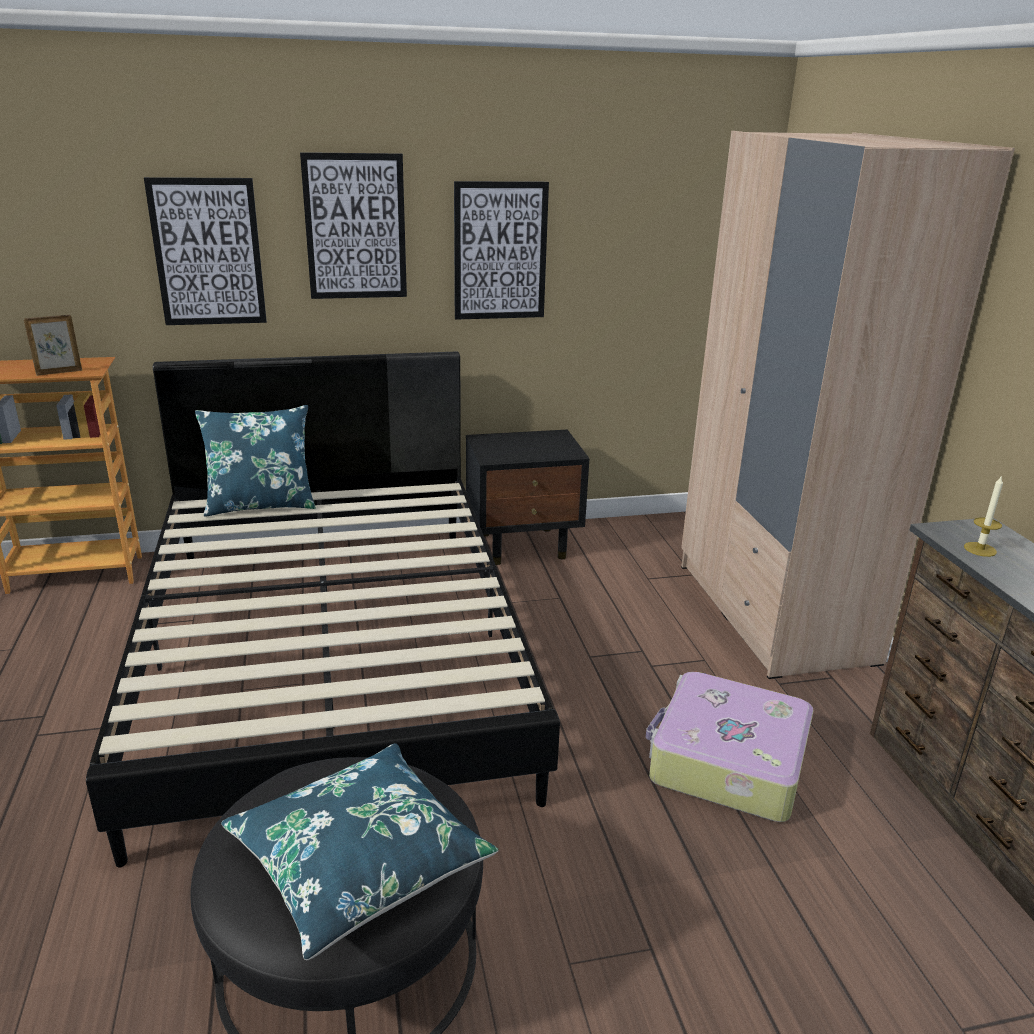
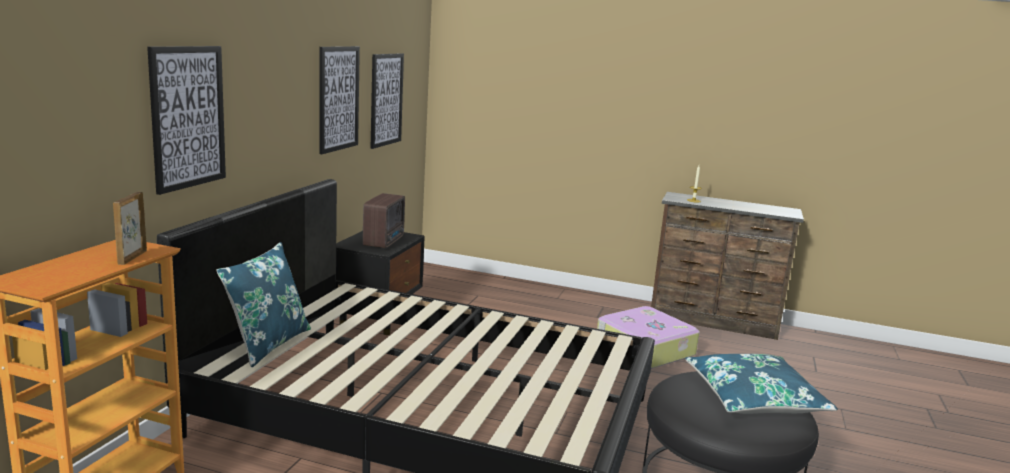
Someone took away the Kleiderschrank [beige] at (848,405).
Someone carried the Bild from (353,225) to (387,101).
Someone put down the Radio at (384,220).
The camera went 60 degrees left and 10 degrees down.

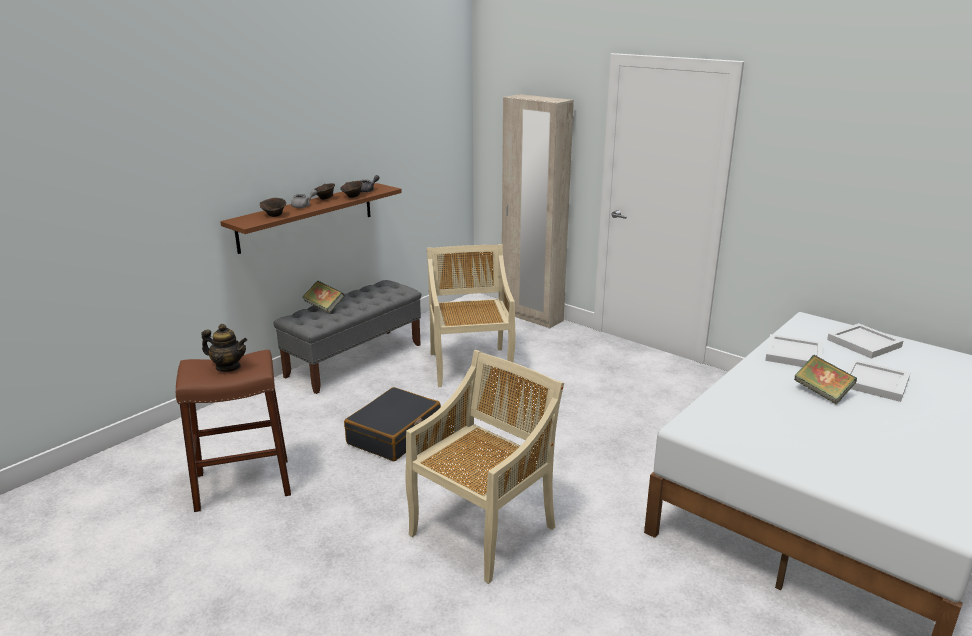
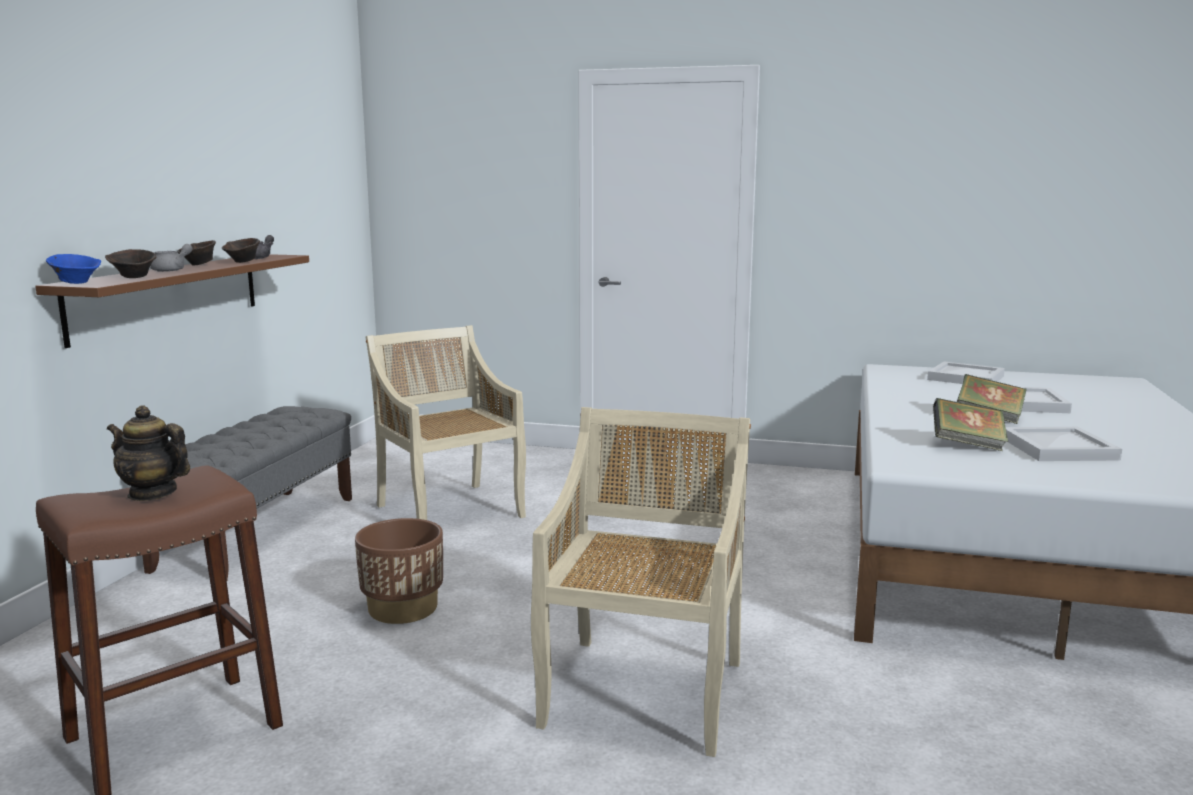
Someone took away the Kleiderschrank [beige] at (538,211).
Someone carried the Buch from (323,297) to (970,424).
Someone rotated the Teekanne at (224,348) by 150 degrees counterclockwise.
Someone carried the Tablett [weiß] from (794,350) to (1064,444).
Someone swapped the Koffer [schwarz] at (392,424) for the Pflanzkübel [braun] at (399,571).
Someone put down the Schüssel [blau] at (73,269).
The camera went 25 degrees left and 10 degrees down.

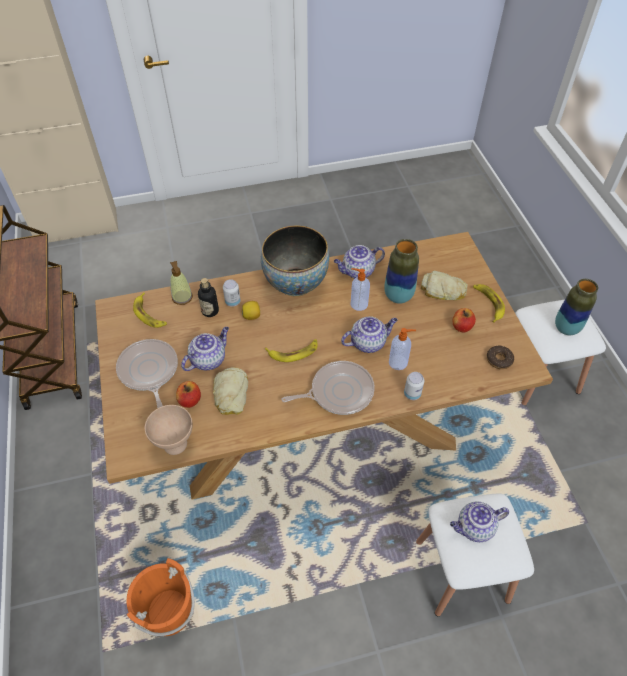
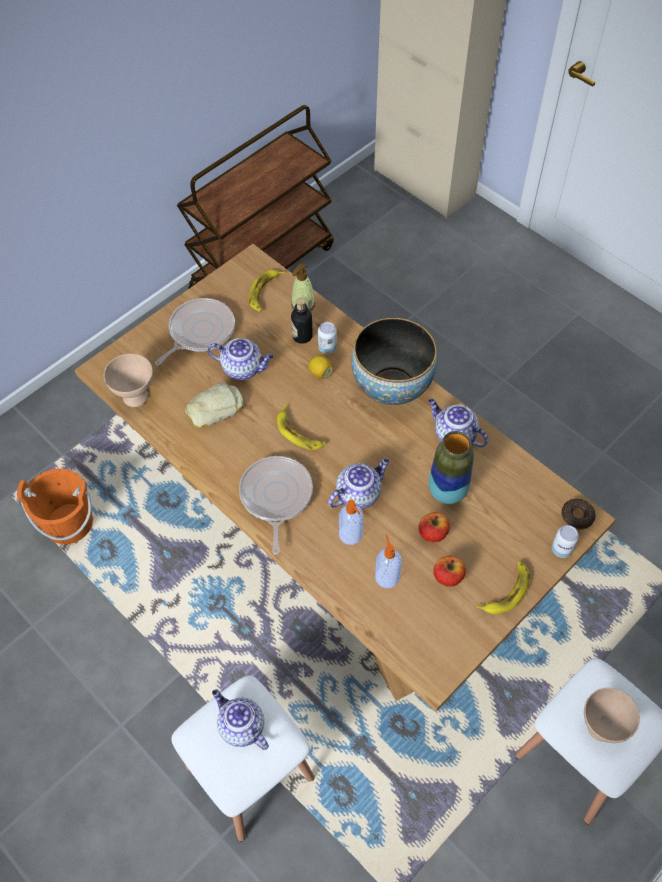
Someone carried the Seifenspender from (360,289) to (388,561).
Someone took away the Brot at (444,285).
Someone swapped the Vase at (576,307) for the Schüssel [beige] at (612,715).
Someone rotated the Teekanne at (369,334) by 75 degrees counterclockwise.
Someone carried the Donut from (500,357) to (578,514).
Someone rotated the Pfanne at (328,388) by 135 degrees counterclockwise.
Someone carried the Dose from (414,386) to (565,541).
Someone carried the Apfel from (188,394) to (434,527).
The camera went 60 degrees right and 5 degrees up.

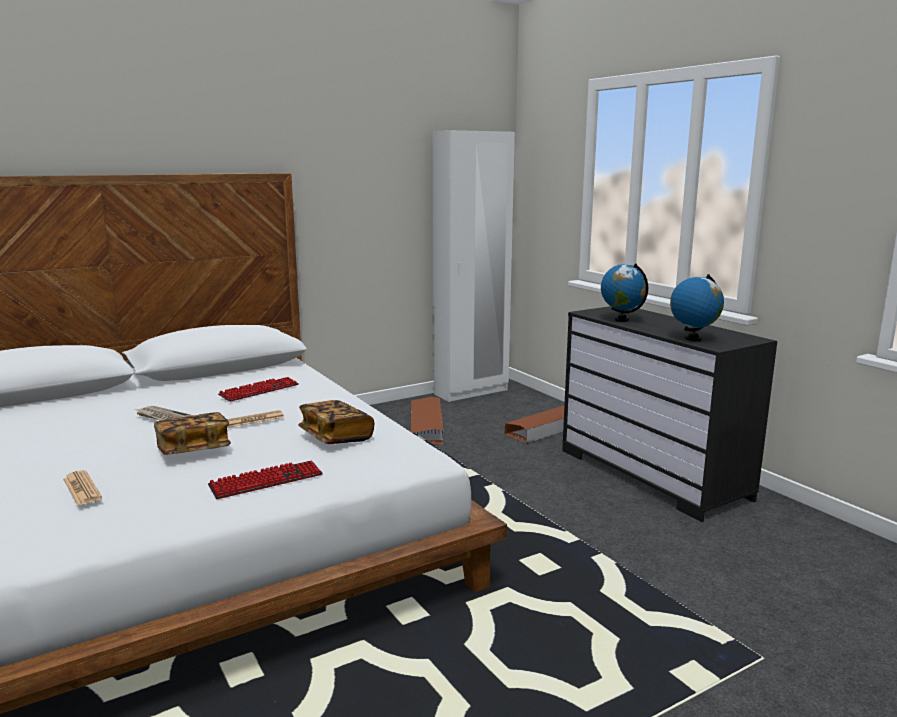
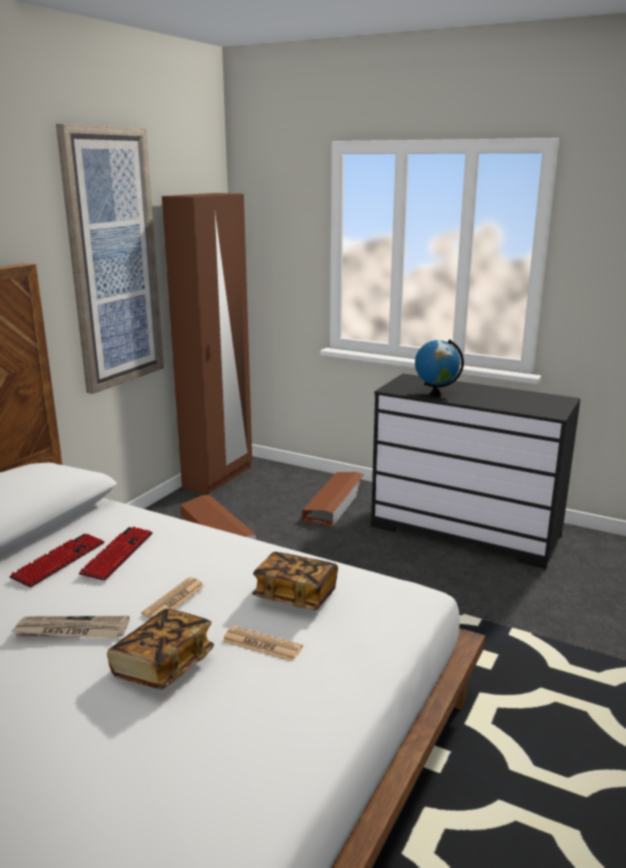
Someone repainted the Kleiderschrank [weiß] at (474,266), which became the Kleiderschrank [braun] at (207,344).
Someone took away the Globus at (697,307).
Someone carried the Tastatur from (265,480) to (56,560).
Someone carried the Zeitung from (82,488) to (262,644).
Someone put up the Bild at (110,259).
The camera went 30 degrees left and 5 degrees up.

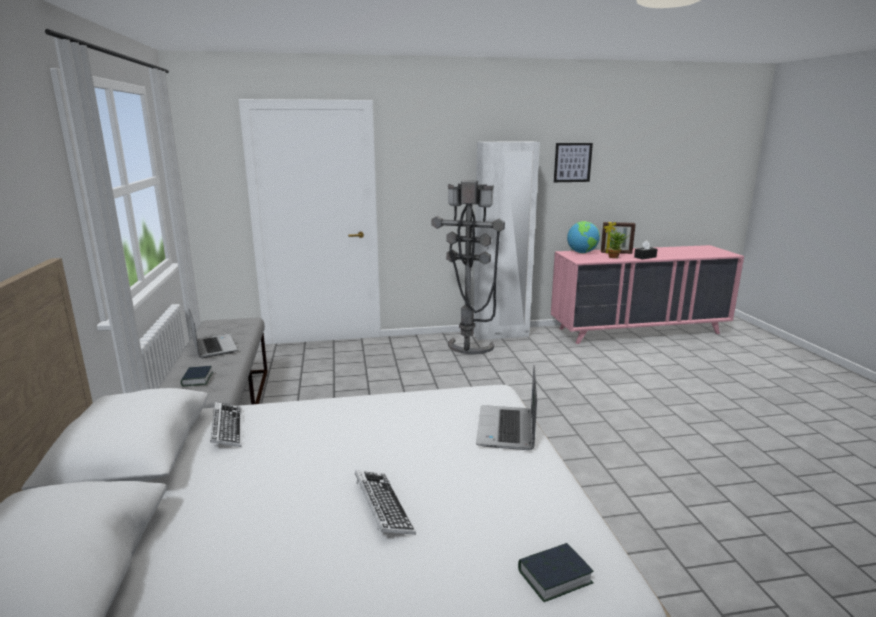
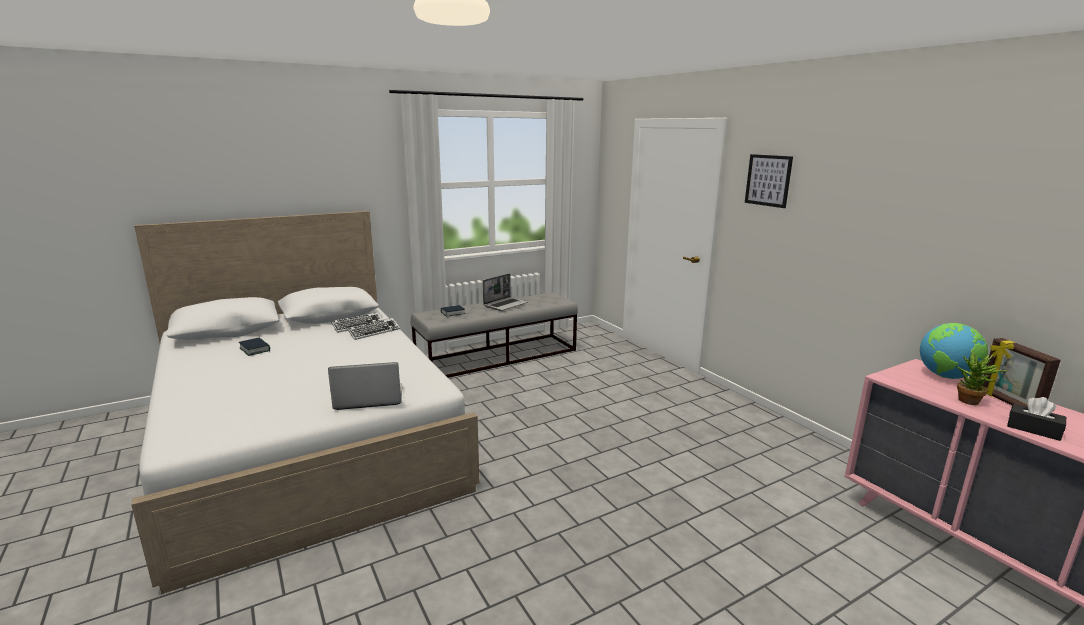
Someone took away the Kleiderschrank [weiß] at (506,240).
Someone carried the Bild from (573,162) to (769,181).
Someone took away the Stehlampe [grau] at (468,267).
Someone carried the Tastatur from (385,502) to (373,329).
Someone carried the Buch from (556,572) to (254,347).
The camera went 70 degrees right and 0 degrees up.

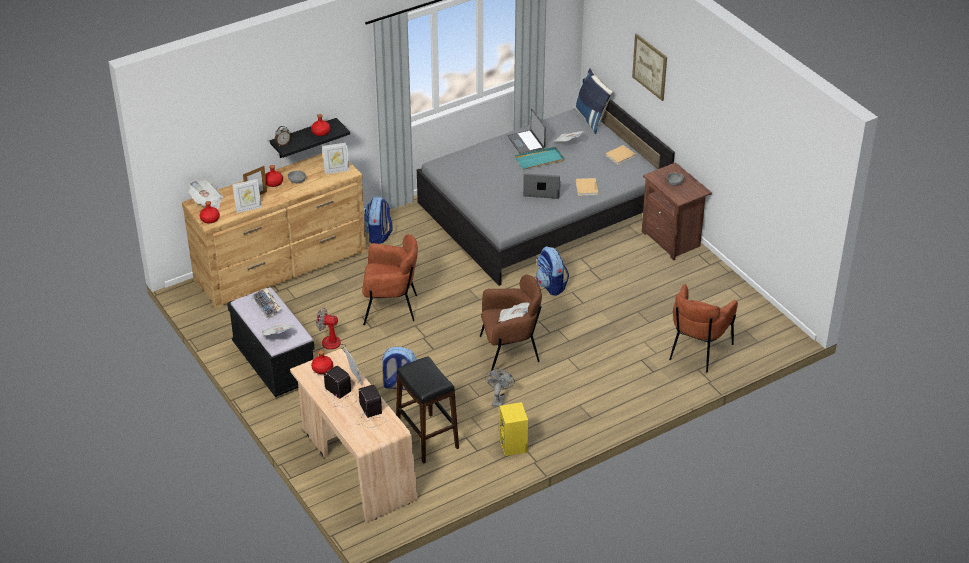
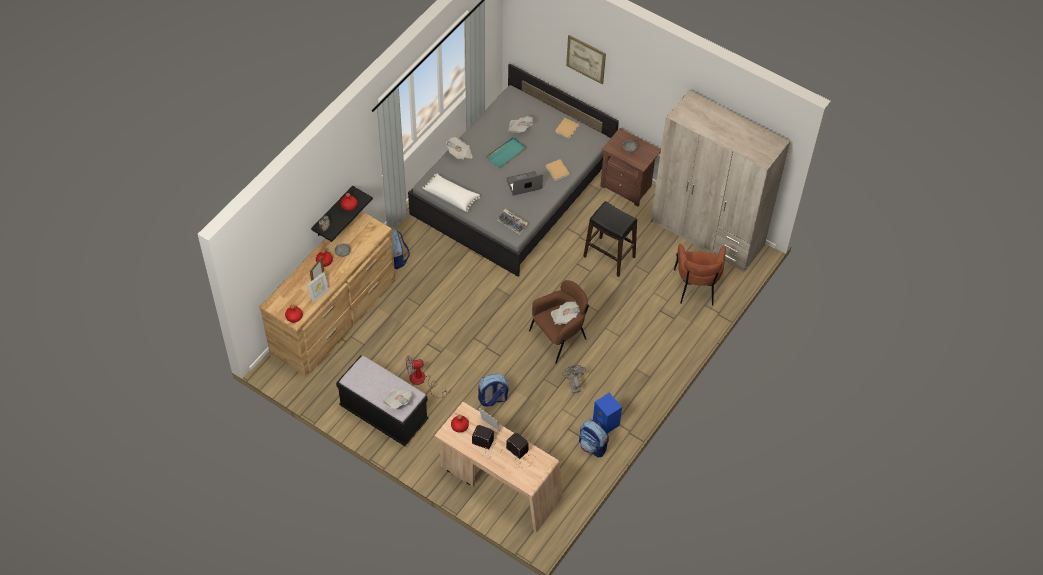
Someone took away the Kissen [blau] at (593,101).
Someone took away the Laptop at (526,131).
Someone took away the Bilderrahmen at (336,158).
Someone carried the Zeitung from (206,194) to (459,148).
Someone took away the Sessel [braun] at (390,279).
Someone carried the Rucksack from (552,271) to (594,438).
Someone carried the Tastatur from (267,303) to (512,221).
Someone carried the Hocker [schwarz] from (427,410) to (610,239).
Someone repainted the Lautsprecher [gelb] at (513,429), which became the Lautsprecher [blau] at (607,413).
Someone put down the Kleiderschrank [beige] at (720,181).
Someone put down the Kissen [weiß] at (451,193).
The camera went 25 degrees left and 15 degrees up.

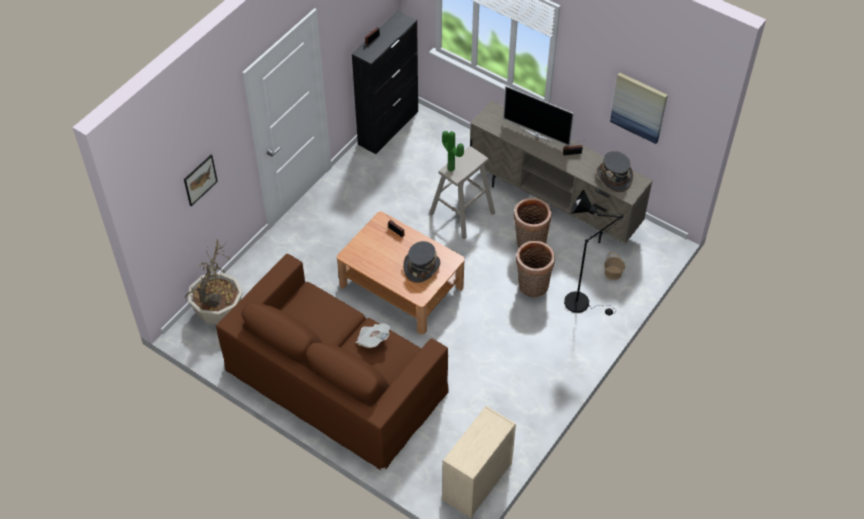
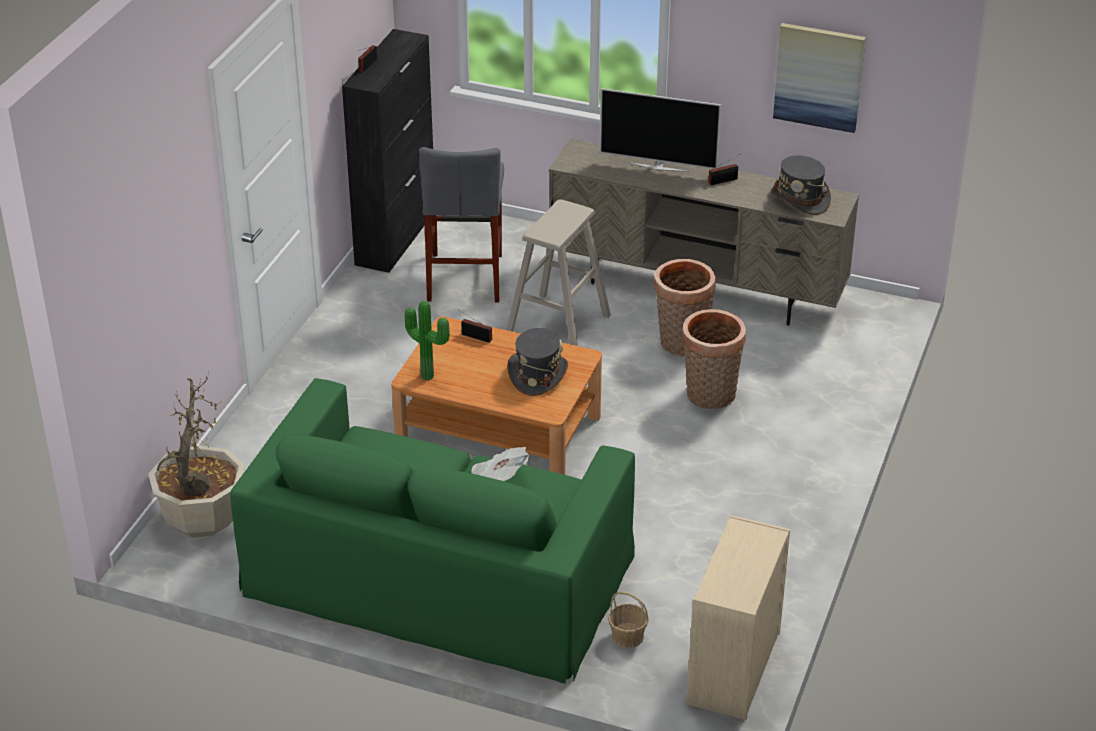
Someone carried the Topfpflanze from (453,151) to (427,341).
Someone took away the Bild at (201,180).
Someone took away the Stehlampe [schwarz] at (594,252).
Someone carried the Korb from (614,266) to (628,619).
Someone repainted the Sofa [braun] at (332,362), which became the Sofa [grün] at (432,531).
Someone put down the Hocker [grau] at (461,224).
The camera went 15 degrees left and 15 degrees down.

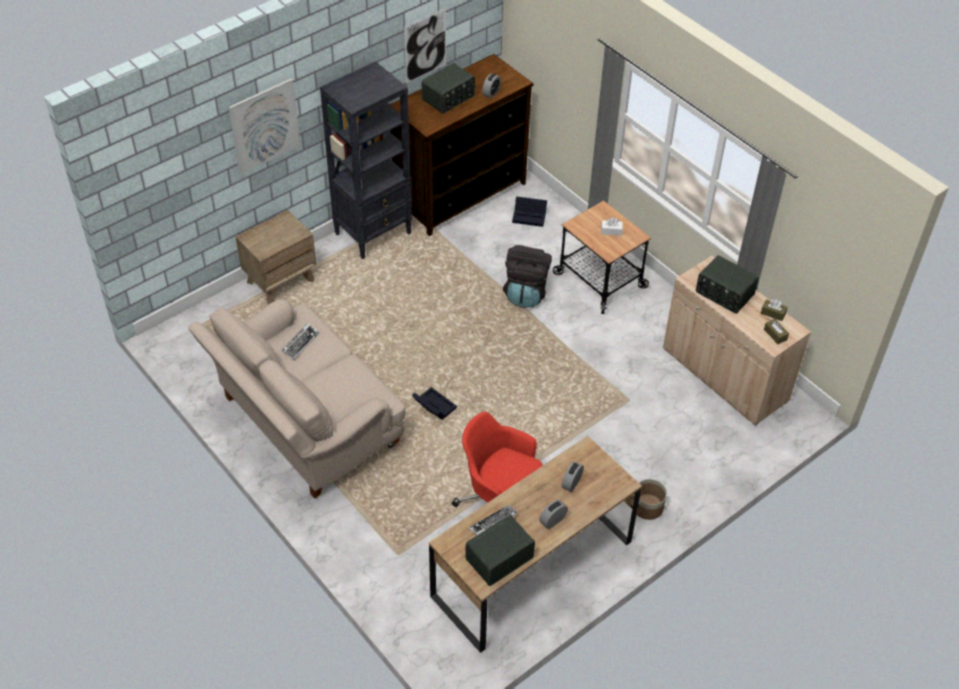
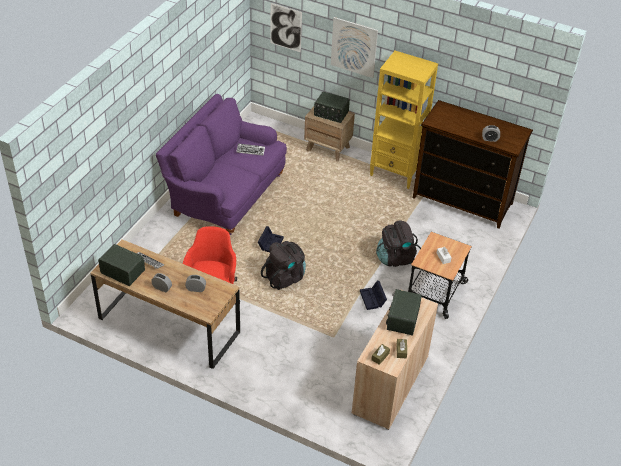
Someone carried the Bild from (425,46) to (286,27).
Someone repainted the Bücherregal [schwarz] at (366,160), which became the Bücherregal [gelb] at (404,120).
Someone carried the Radio from (448,88) to (332,107).
Someone carried the Aufbewahrungsbox [schwarz] from (529,211) to (373,295).
Someone repainted the Sofa [beige] at (297,399), which became the Sofa [lila] at (221,164).
Someone took away the Pflanzkübel at (652,499).
Someone put down the Rucksack [schwarz] at (283,265).
The camera went 65 degrees right and 5 degrees down.

